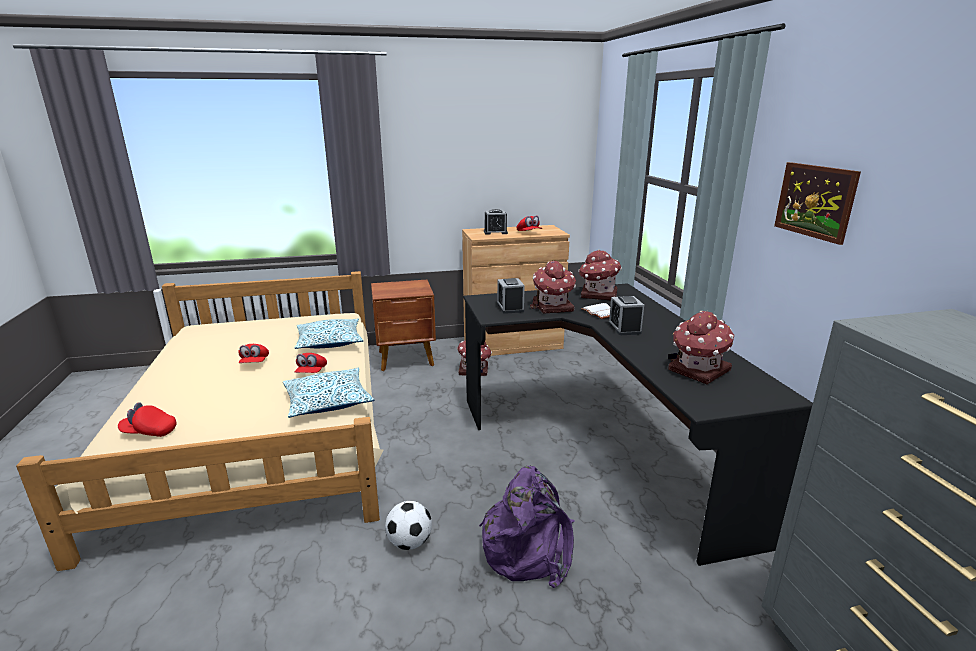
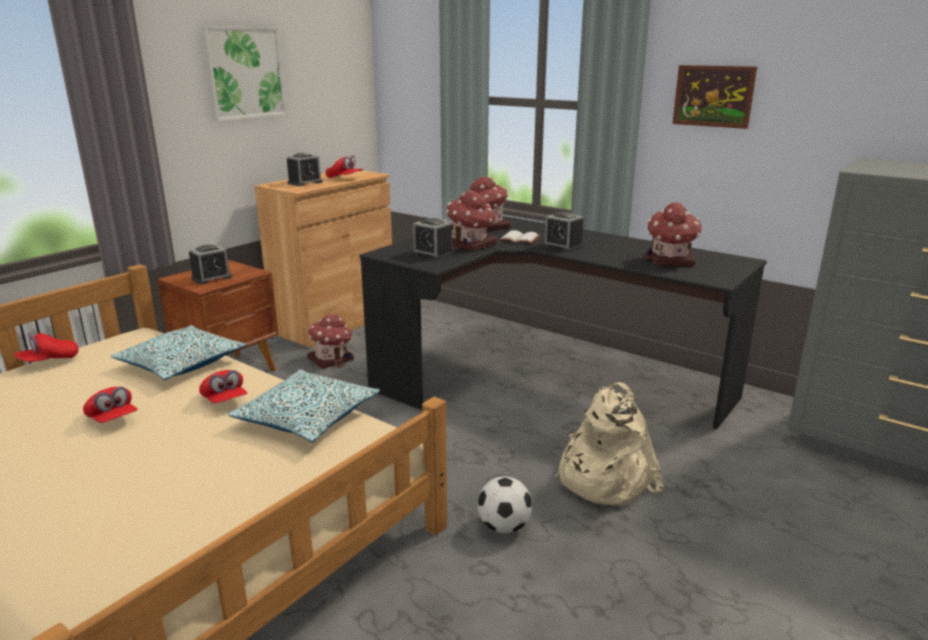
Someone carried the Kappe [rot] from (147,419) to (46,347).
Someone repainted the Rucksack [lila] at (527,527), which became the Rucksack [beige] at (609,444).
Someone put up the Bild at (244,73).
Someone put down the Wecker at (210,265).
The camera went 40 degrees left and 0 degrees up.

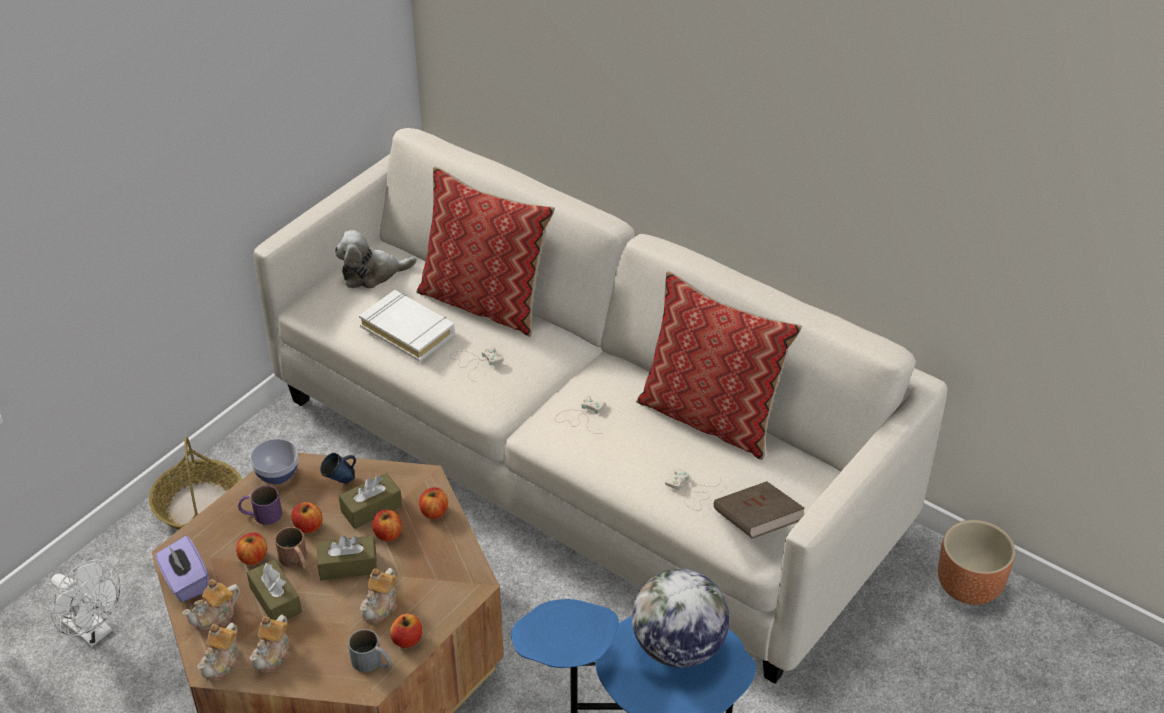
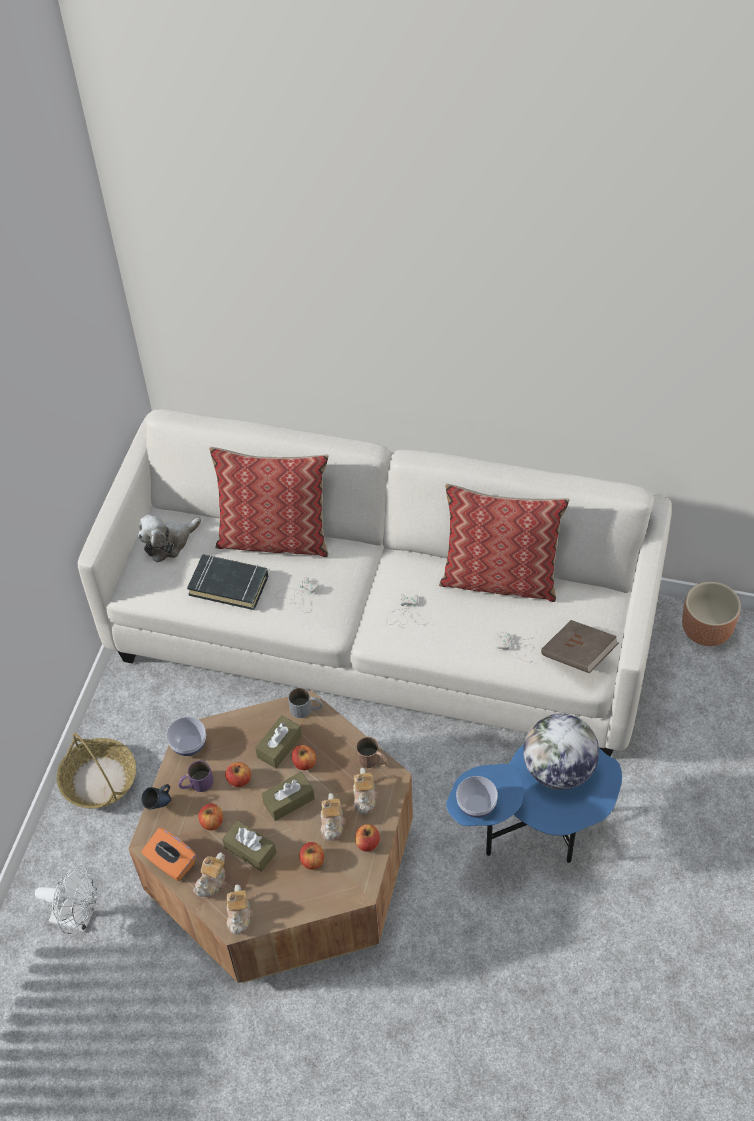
Someone repainted the Buch [weiß] at (407,326), which became the Buch [schwarz] at (227,582).
Someone carried the Henkelbecher [blau] from (338,468) to (157,796).
Someone carried the Apfel from (433,503) to (311,856).
Someone carried the Henkelbecher [braun] from (291,548) to (372,752).
Someone repainted the Taschentuchbox [lila] at (182,569), which became the Taschentuchbox [orange] at (169,854).
Someone carried the Teekanne from (270,644) to (365,791).
Someone carried the Henkelbecher [grau] from (370,650) to (305,702).
Someone put down the Schüssel at (477,797).
The camera went 20 degrees left and 10 degrees up.

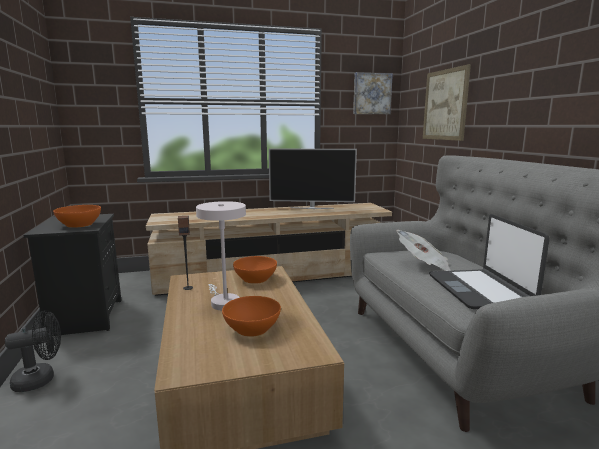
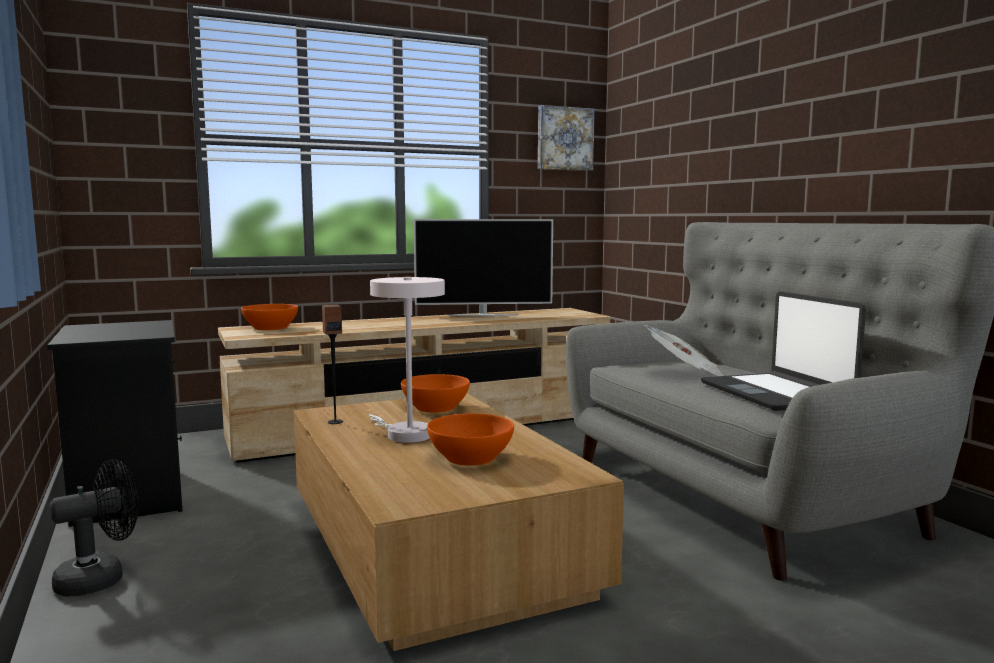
Someone took away the Bild at (447,102).
Someone carried the Schüssel [orange] from (77,216) to (269,317).
The camera went 10 degrees left and 5 degrees down.

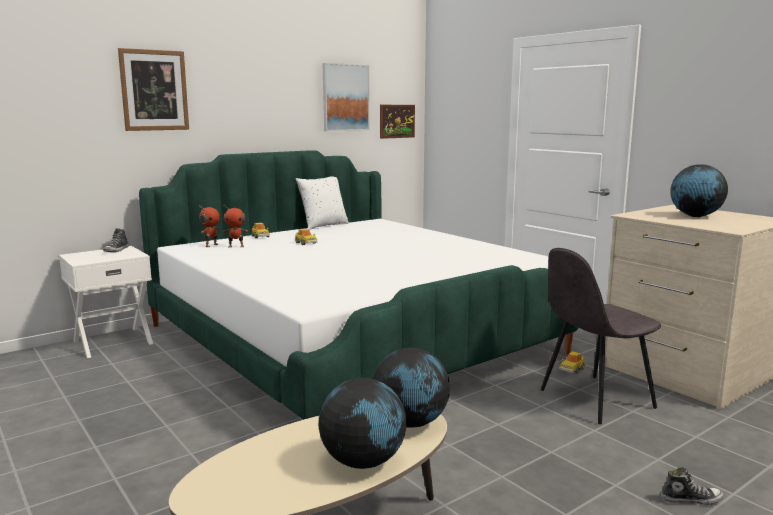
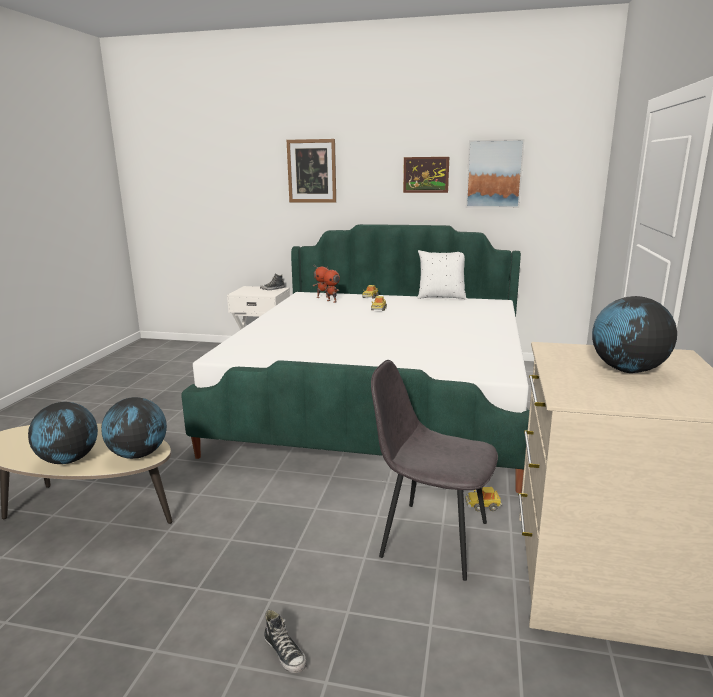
Someone carried the Bild from (397,122) to (426,175).
The camera went 50 degrees right and 5 degrees up.

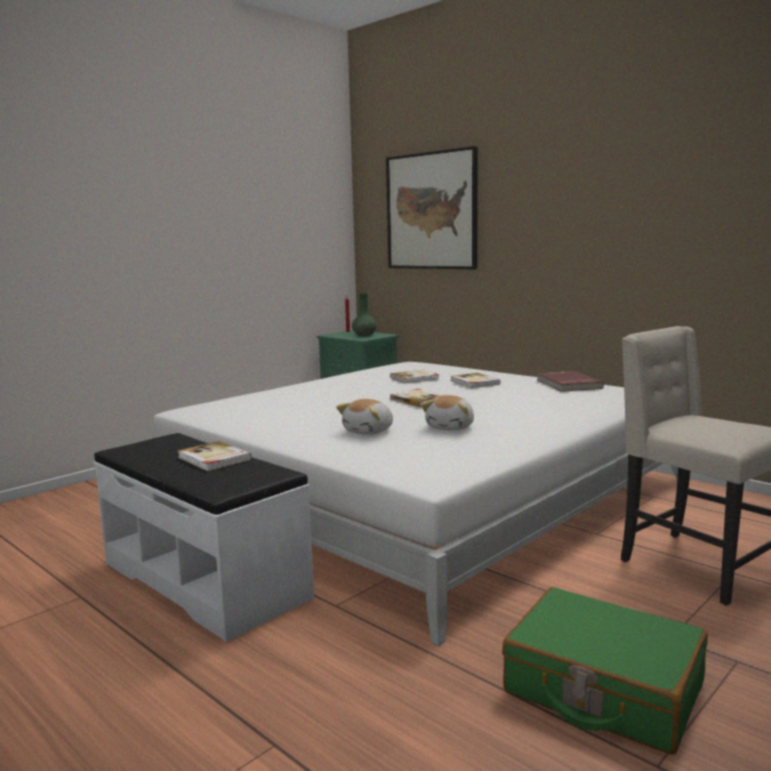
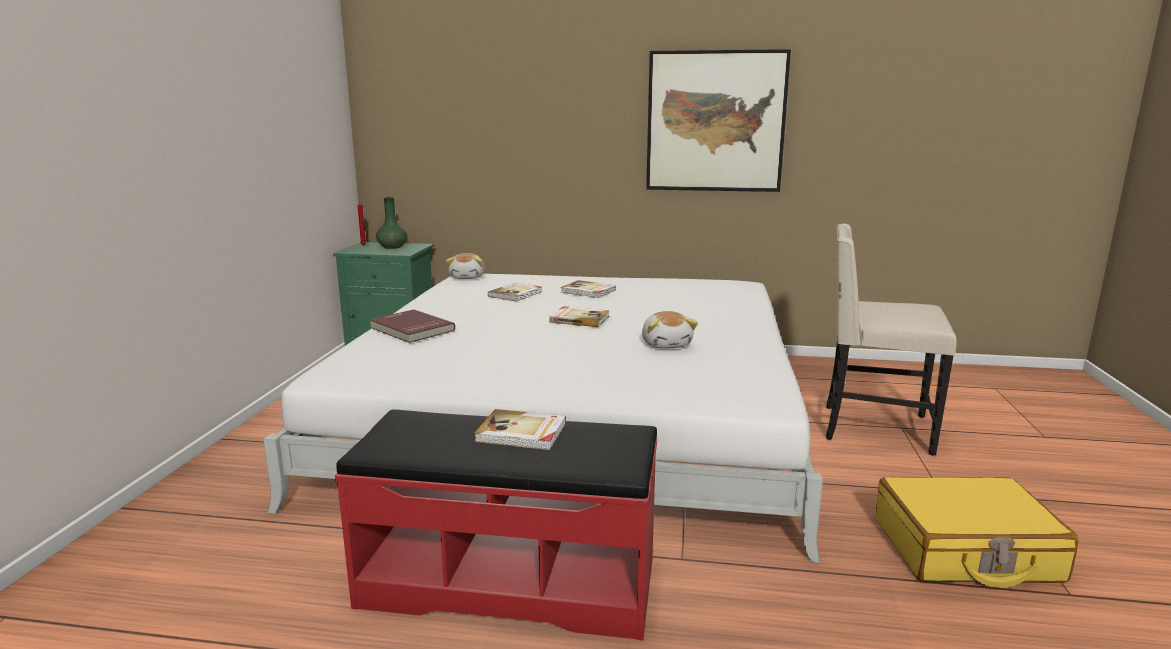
Someone carried the Bild from (432,207) to (718,120).
Someone carried the Buch [rot] from (570,381) to (412,326).
Someone carried the Plüschtier from (364,417) to (465,266).
Someone repainted the Bank [weiß] at (203,537), which became the Bank [rot] at (496,524).
Someone repainted the Koffer [grün] at (605,671), which became the Koffer [gelb] at (977,532).
The camera went 35 degrees left and 5 degrees up.

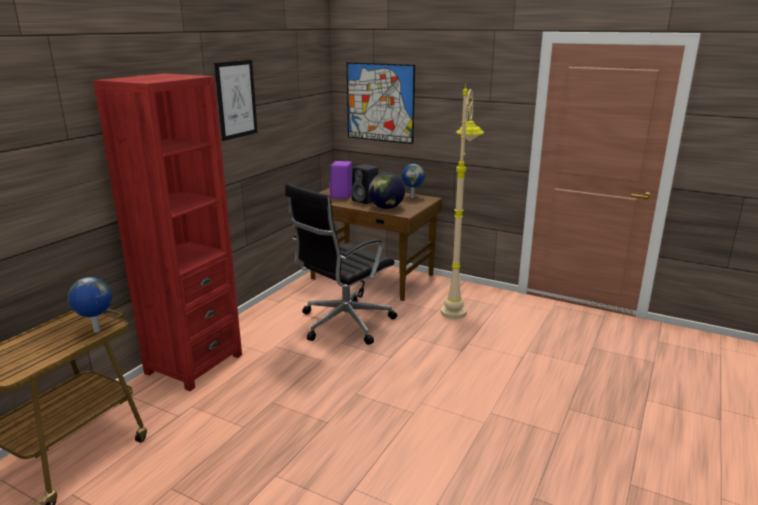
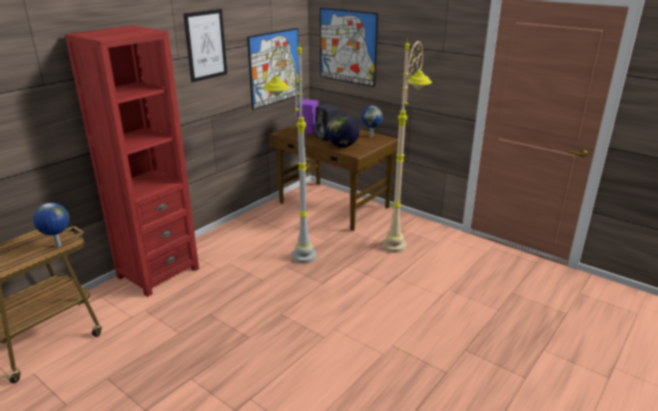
Someone swapped the Bürostuhl [schwarz] at (341,264) for the Stehlampe [grau] at (290,153).
Someone put up the Bild at (273,69).
The camera went 10 degrees right and 5 degrees up.

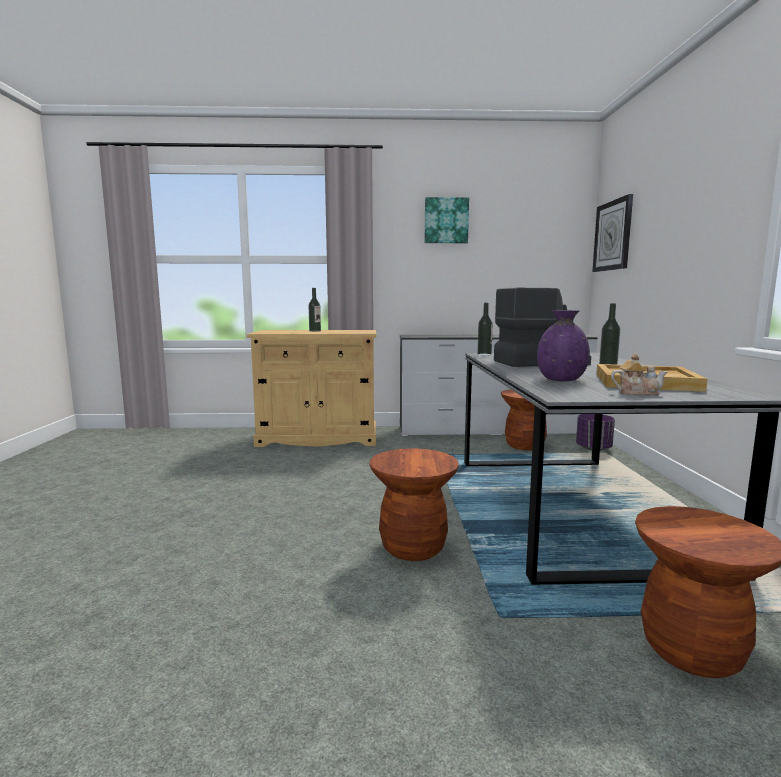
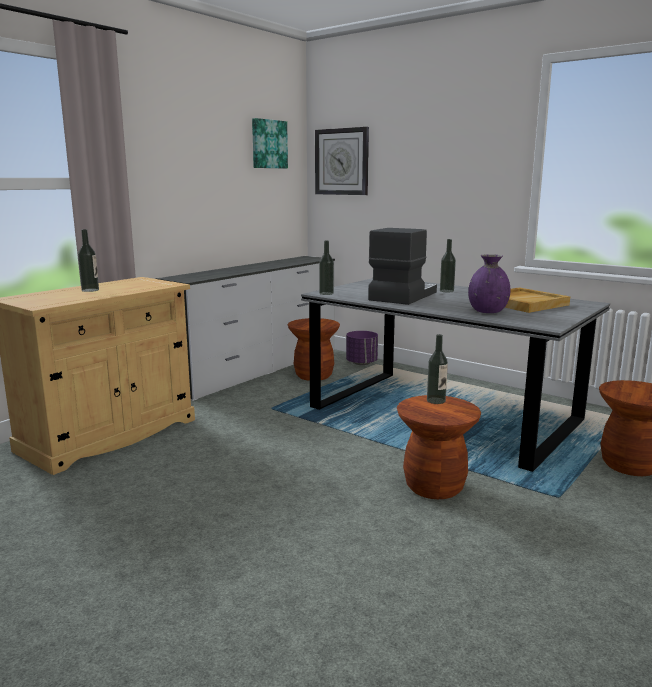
Someone carried the Bild from (447,220) to (270,143).
Someone took away the Teekanne at (639,375).
Someone put down the Flasche at (437,369).
The camera went 50 degrees left and 5 degrees up.

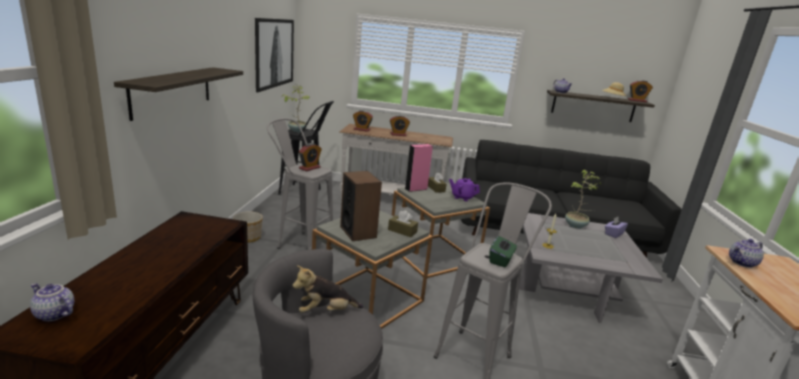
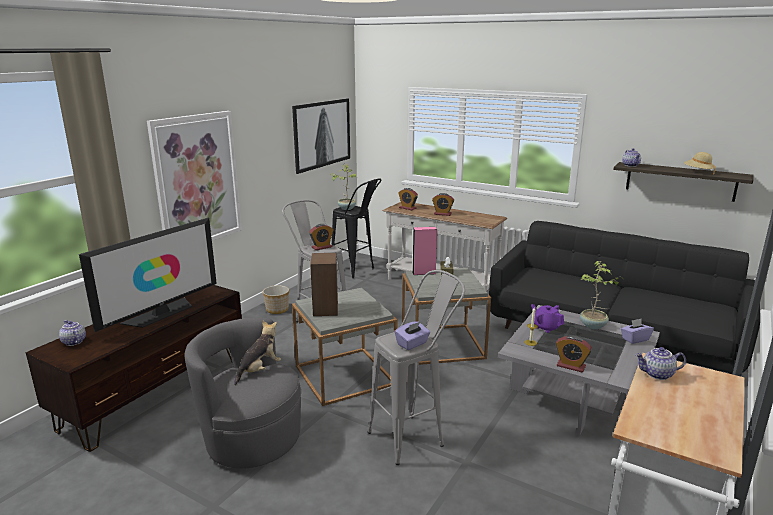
Someone swapped the Wandregal at (178,94) for the Bild at (194,176).
Someone carried the Wecker from (640,91) to (574,354).
Someone carried the Teekanne [lila] from (464,189) to (547,318).
Someone took away the Taschentuchbox [braun] at (403,223).
Someone repainted the Taschentuchbox [grün] at (503,251), which became the Taschentuchbox [lila] at (412,335).
Someone rotated the Plüschtier at (327,289) by 120 degrees clockwise.
Someone put down the Fernseher at (148,275).
The camera went 25 degrees right and 0 degrees up.

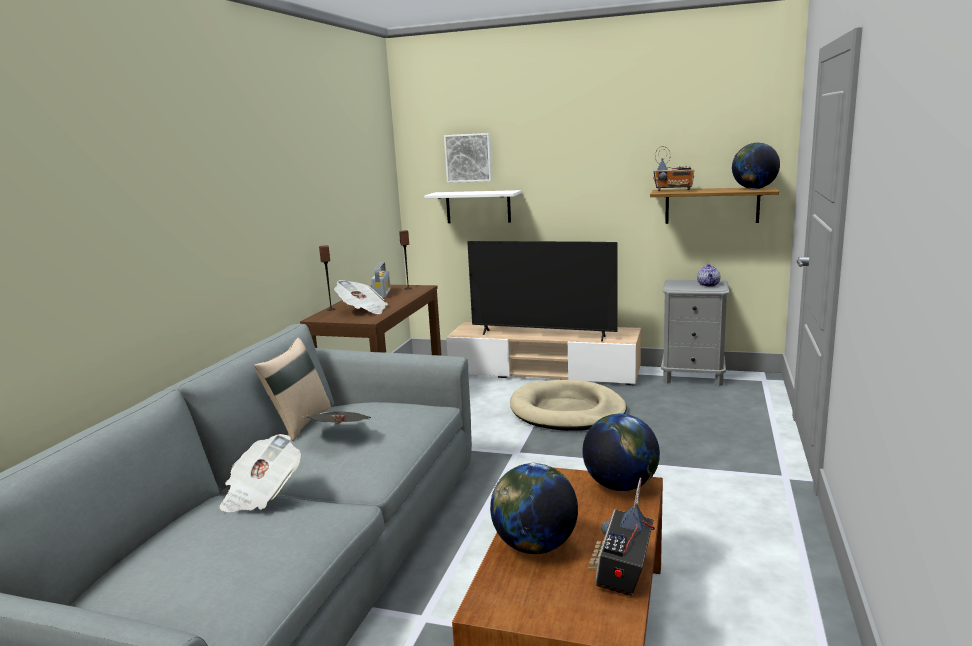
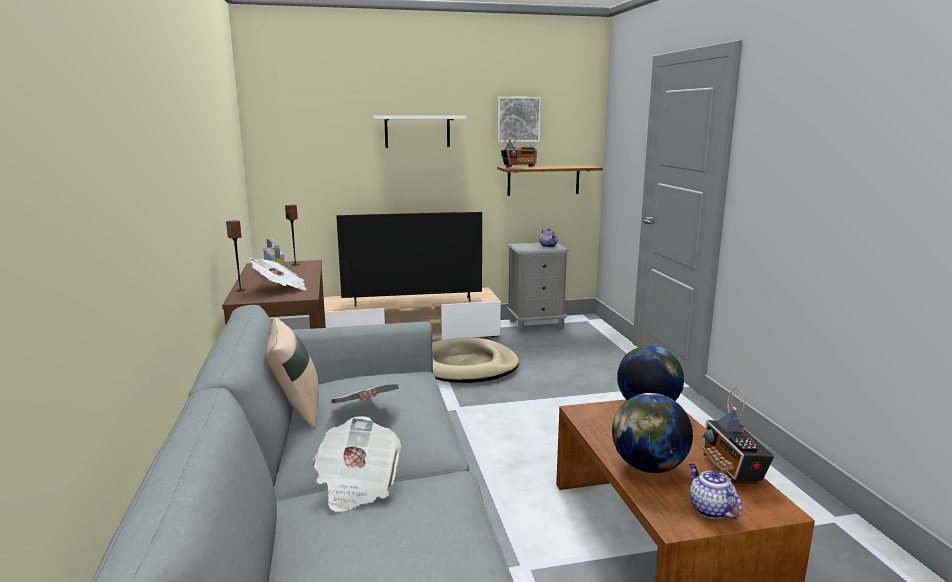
Someone carried the Bild from (468,158) to (519,119).
Someone took away the Globus at (756,166).
Someone carried the Wandregal [weiß] from (472,206) to (419,132).
Someone put down the Teekanne at (715,491).
The camera went 30 degrees left and 0 degrees up.

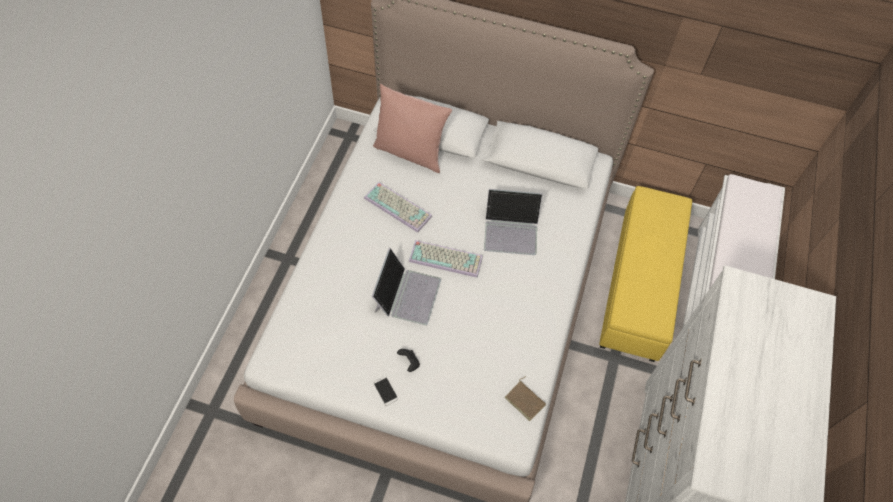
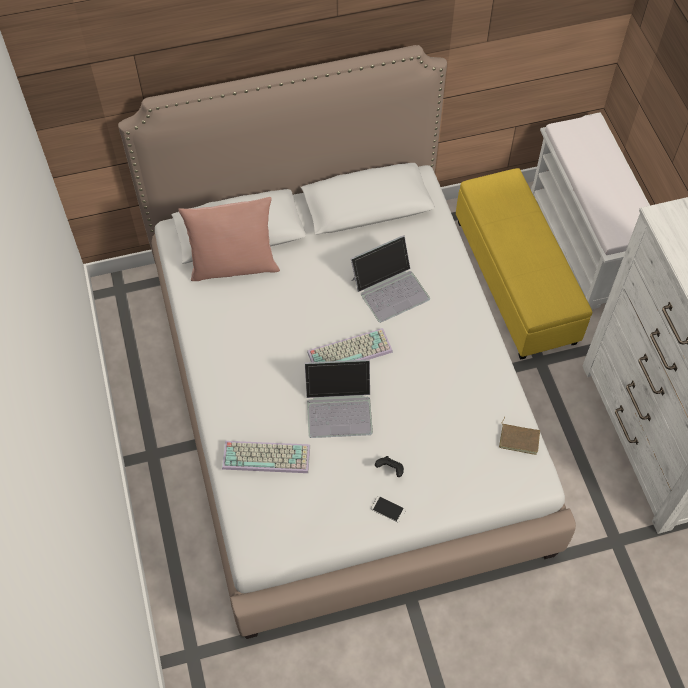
Someone carried the Tastatur from (398,207) to (266,457).
Someone rotated the Laptop at (406,286) by 105 degrees clockwise.
The camera went 30 degrees left and 0 degrees up.

